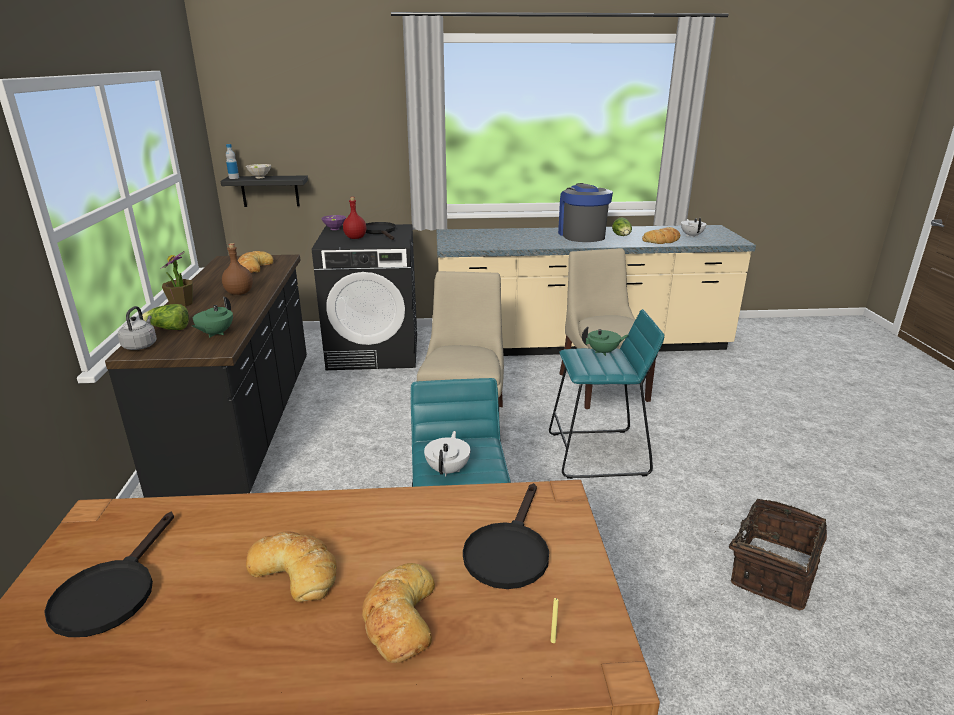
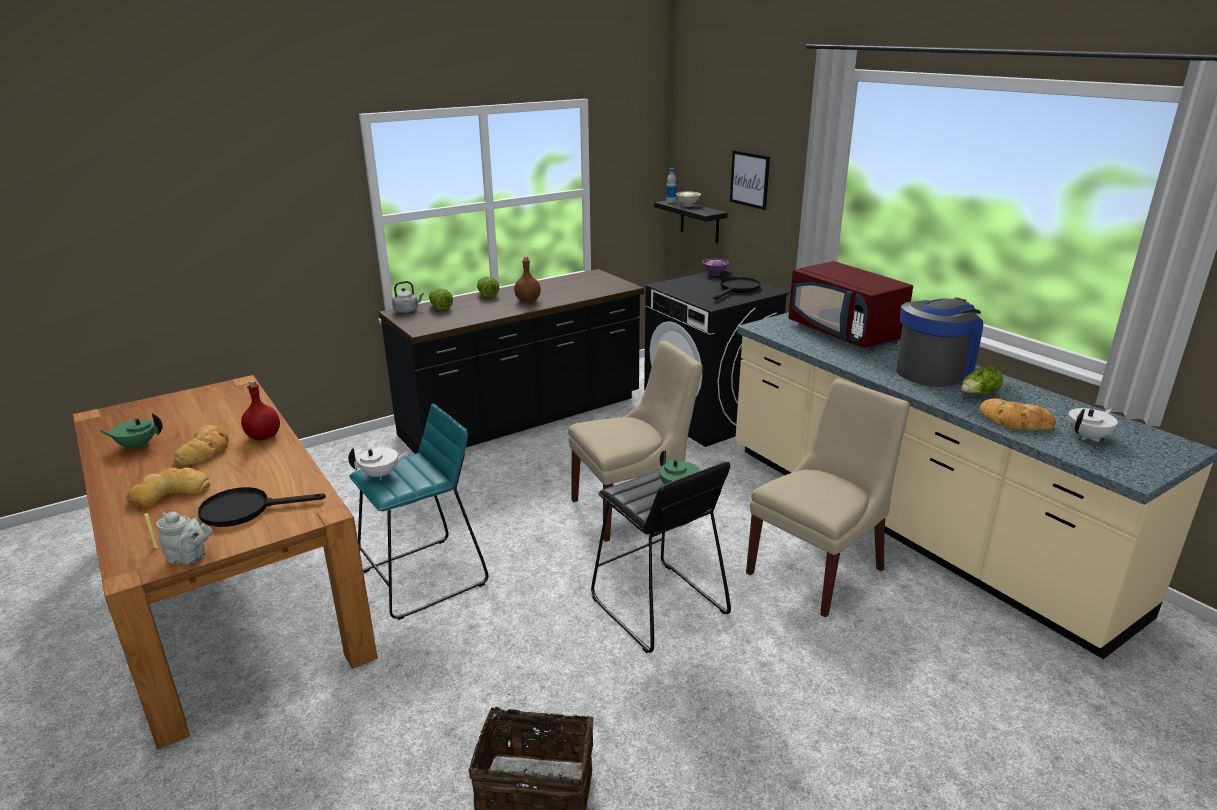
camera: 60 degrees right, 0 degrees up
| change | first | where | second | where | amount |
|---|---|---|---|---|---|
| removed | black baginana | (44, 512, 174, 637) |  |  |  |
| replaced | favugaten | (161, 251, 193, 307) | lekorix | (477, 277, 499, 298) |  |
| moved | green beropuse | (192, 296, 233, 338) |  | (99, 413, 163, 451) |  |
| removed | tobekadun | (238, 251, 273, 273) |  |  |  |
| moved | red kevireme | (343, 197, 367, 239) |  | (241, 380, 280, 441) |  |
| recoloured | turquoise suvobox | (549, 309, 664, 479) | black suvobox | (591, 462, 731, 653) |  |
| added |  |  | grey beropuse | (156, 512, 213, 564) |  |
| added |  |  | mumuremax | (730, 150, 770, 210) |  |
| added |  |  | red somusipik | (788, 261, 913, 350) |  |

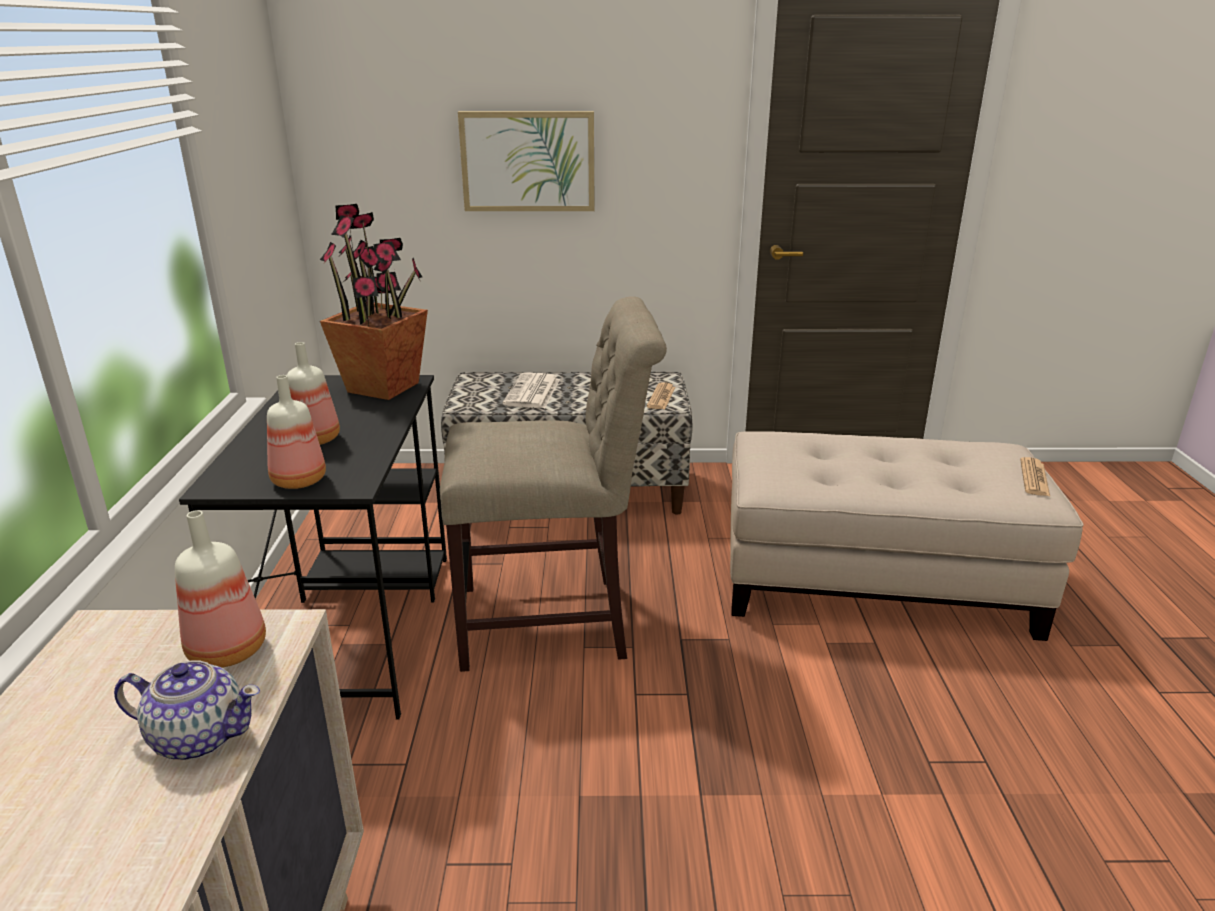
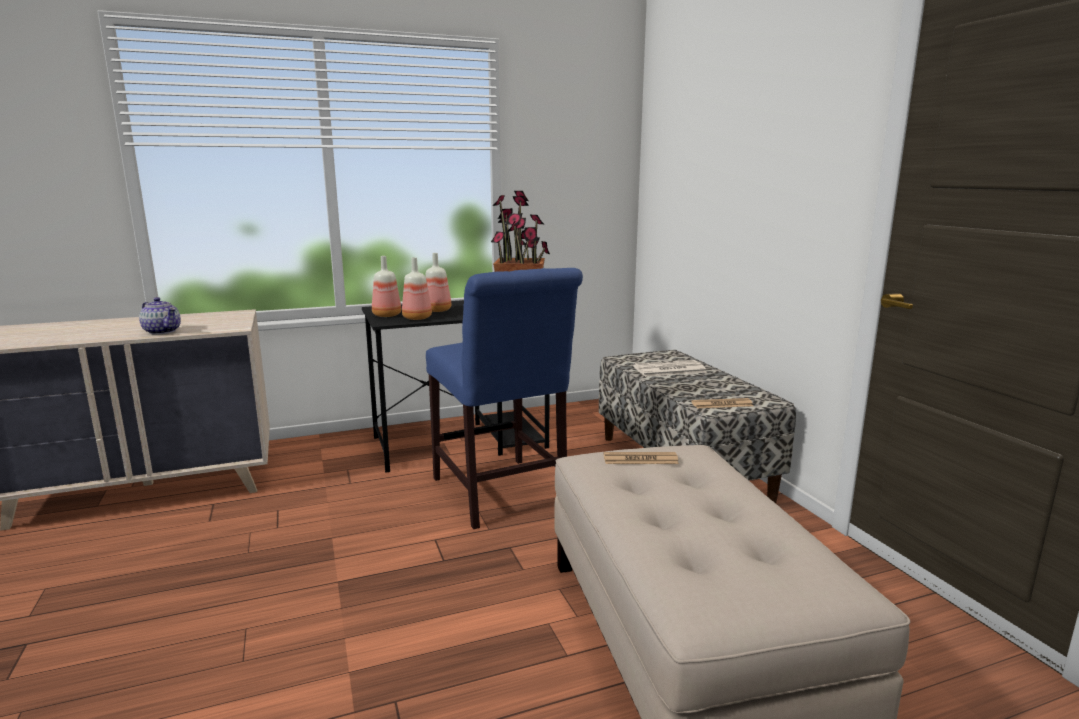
camera: 70 degrees right, 10 degrees down
| change | first | where | second | where | amount |
|---|---|---|---|---|---|
| turned | beropuse | (114, 661, 260, 760) |  | (139, 297, 181, 335) | 45 degrees counterclockwise |
| moved | kevireme | (175, 510, 266, 668) |  | (402, 257, 432, 320) |  |
| recoloured | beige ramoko | (440, 296, 667, 672) | blue ramoko | (426, 268, 583, 529) |  |
| removed | mumuremax | (458, 111, 595, 211) |  |  |  |
| moved | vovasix | (1020, 457, 1050, 496) |  | (604, 452, 679, 464) |  |

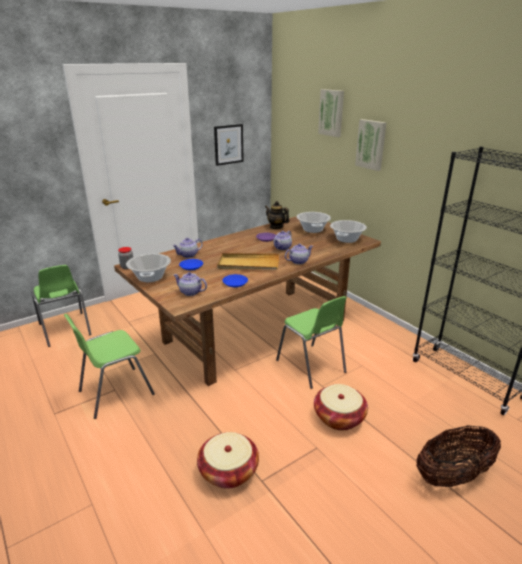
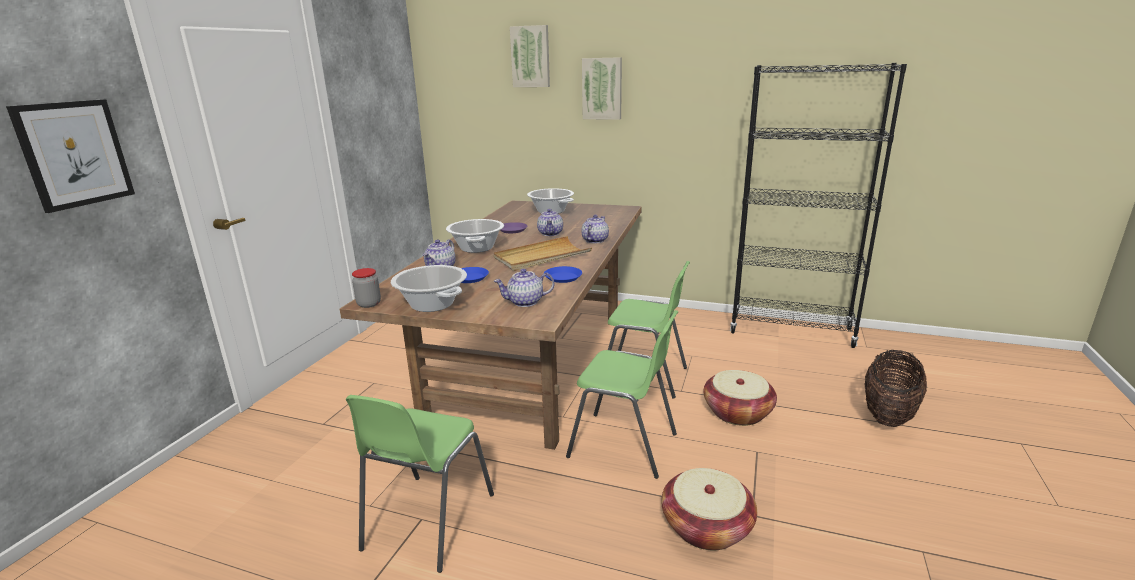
camera: 35 degrees left, 5 degrees down
| change | first | where | second | where | amount |
|---|---|---|---|---|---|
| moved | green ramoko | (31, 265, 92, 347) |  | (566, 310, 679, 479) |  |
| moved | mumuremax | (214, 124, 244, 166) |  | (6, 99, 135, 213) |  |
| removed | beropuse | (265, 201, 289, 229) |  |  |  |
| moved | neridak | (330, 220, 367, 243) |  | (446, 219, 504, 253) |  |

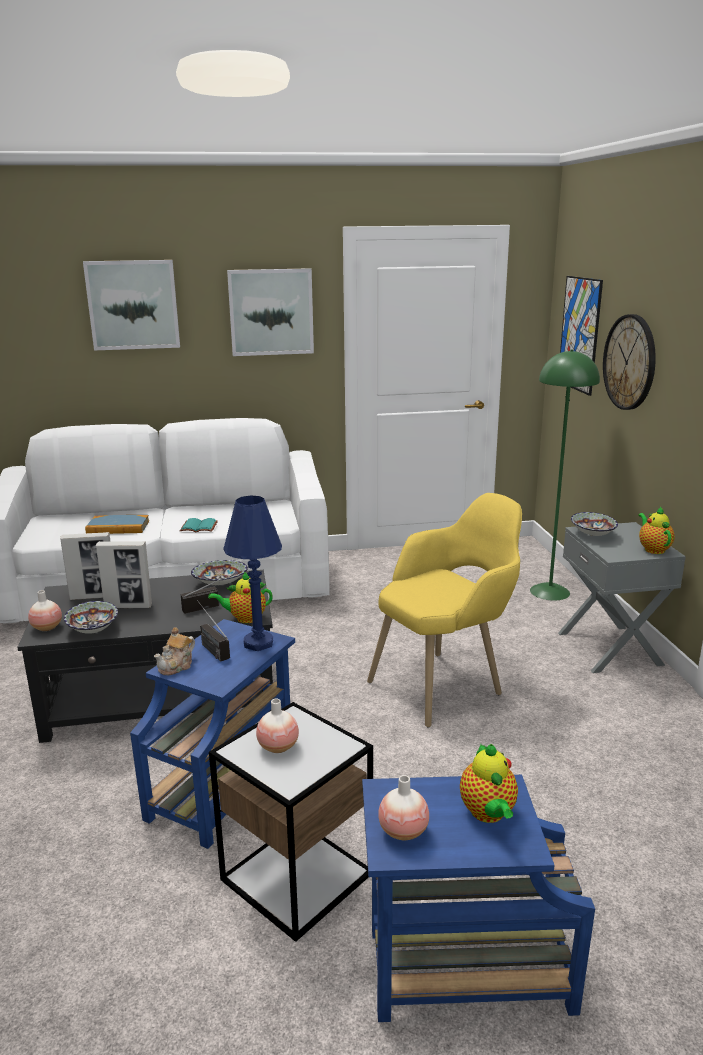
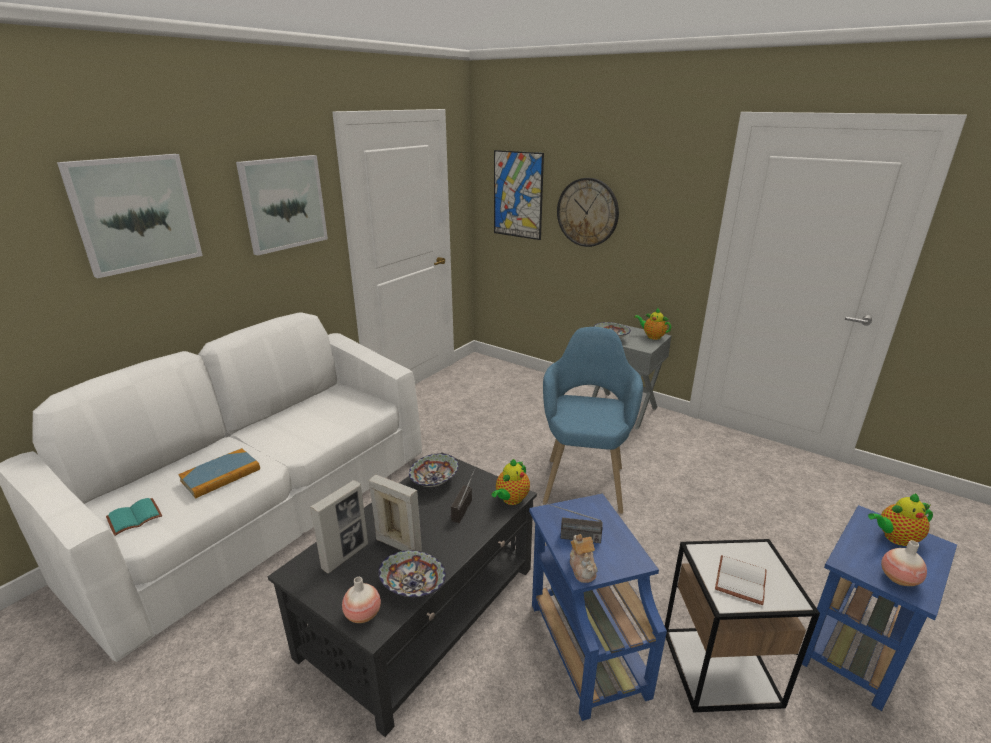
camera: 45 degrees left, 5 degrees up
| change | first | where | second | where | amount |
|---|---|---|---|---|---|
| turned | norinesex | (96, 541, 152, 608) |  | (369, 475, 422, 552) | 105 degrees counterclockwise |
| moved | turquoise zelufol | (180, 518, 218, 532) |  | (106, 498, 162, 536) |  |
| removed | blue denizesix | (223, 496, 282, 651) |  |  |  |
| replaced | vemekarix | (256, 699, 299, 753) | white zelufol | (715, 555, 766, 605) |  |
| recoloured | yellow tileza | (367, 493, 522, 728) | blue tileza | (543, 327, 643, 514) |  |
| turned | beropuse | (460, 743, 518, 823) |  | (868, 493, 933, 546) | 135 degrees clockwise |
| removed | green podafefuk | (530, 350, 600, 601) |  |  |  |

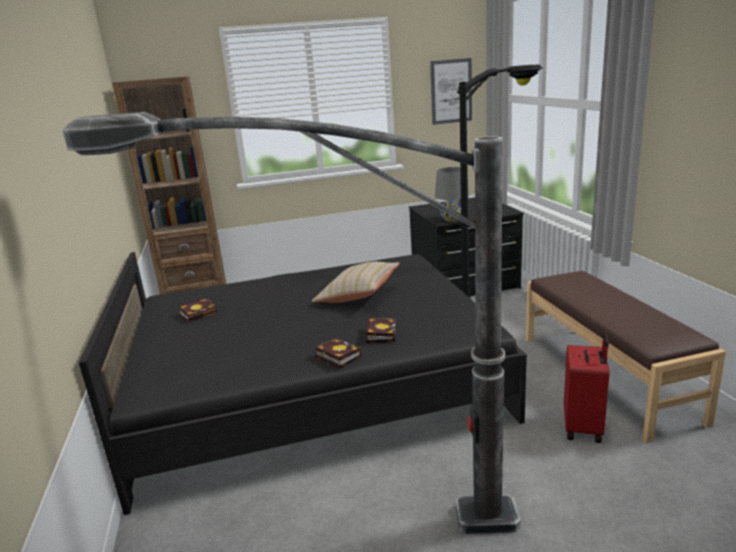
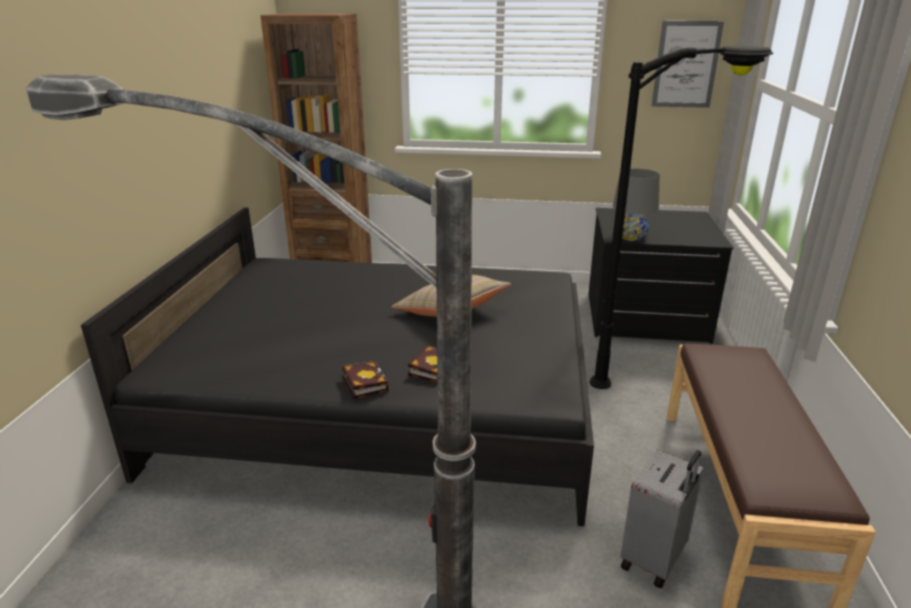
camera: 20 degrees right, 5 degrees up
| change | first | where | second | where | amount |
|---|---|---|---|---|---|
| removed | zelufol | (179, 298, 217, 322) |  |  |  |
| recoloured | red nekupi | (564, 333, 610, 443) | grey nekupi | (620, 449, 704, 589) |  |

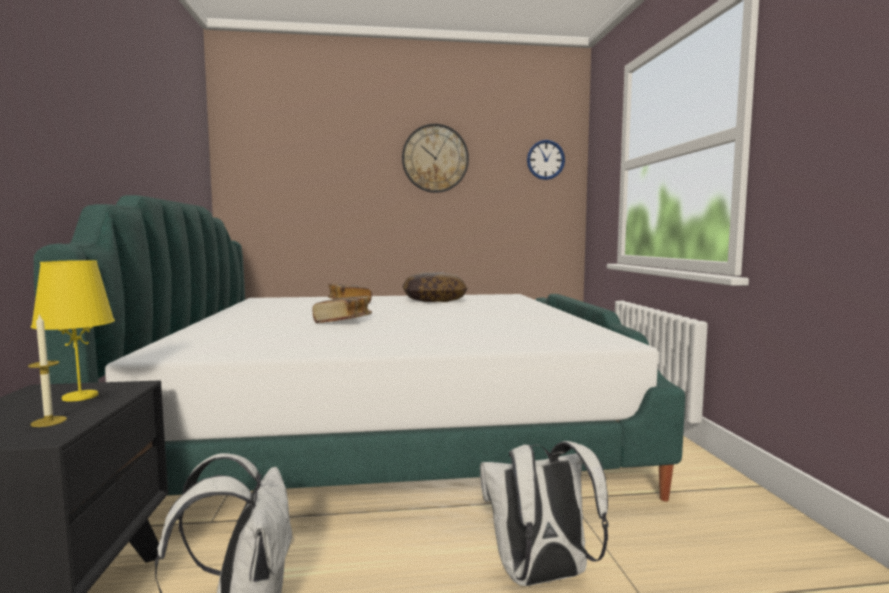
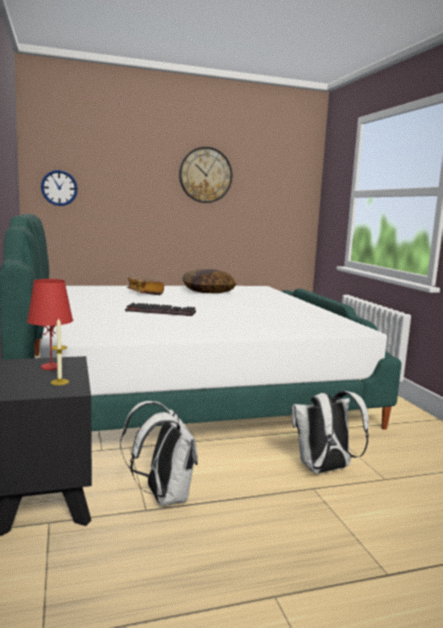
camera: 10 degrees left, 5 degrees up
| change | first | where | second | where | amount |
|---|---|---|---|---|---|
| recoloured | yellow denizesix | (31, 260, 115, 402) | red denizesix | (27, 279, 73, 370) |  |
| replaced | zelufol | (312, 296, 372, 323) | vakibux | (125, 303, 196, 316) |  |
| moved | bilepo | (527, 140, 565, 180) |  | (41, 170, 78, 206) |  |

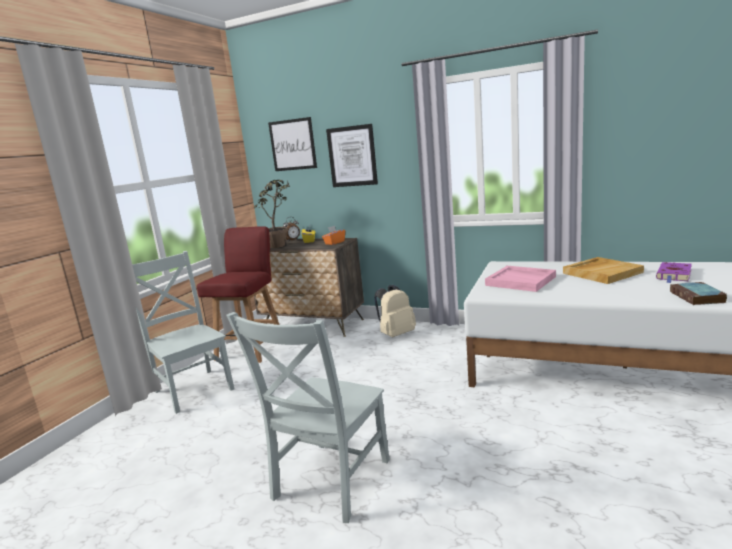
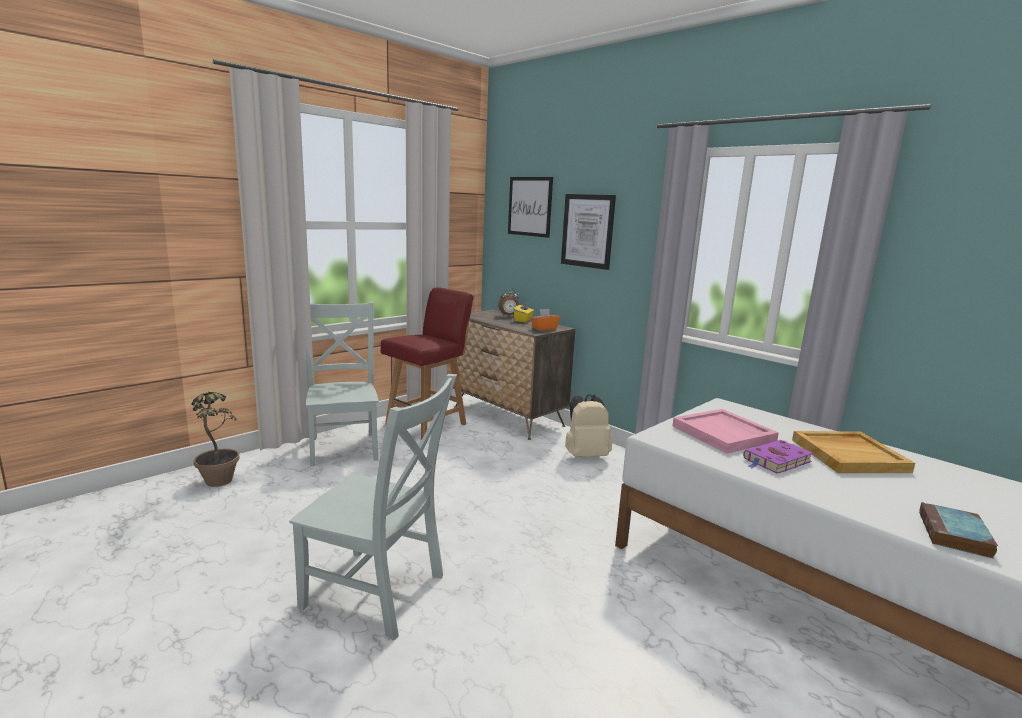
camera: 20 degrees right, 0 degrees up
| change | first | where | second | where | amount |
|---|---|---|---|---|---|
| turned | grey ramoko | (226, 312, 390, 523) |  | (289, 374, 457, 641) | 120 degrees counterclockwise |
| moved | favugaten | (254, 180, 290, 248) |  | (191, 392, 240, 487) |  |
| moved | purple zelufol | (656, 262, 692, 283) |  | (743, 440, 814, 474) |  |

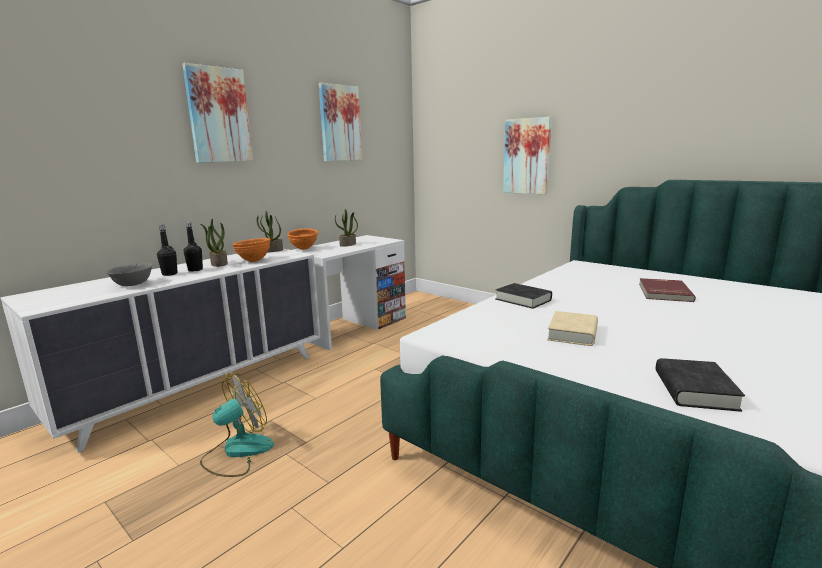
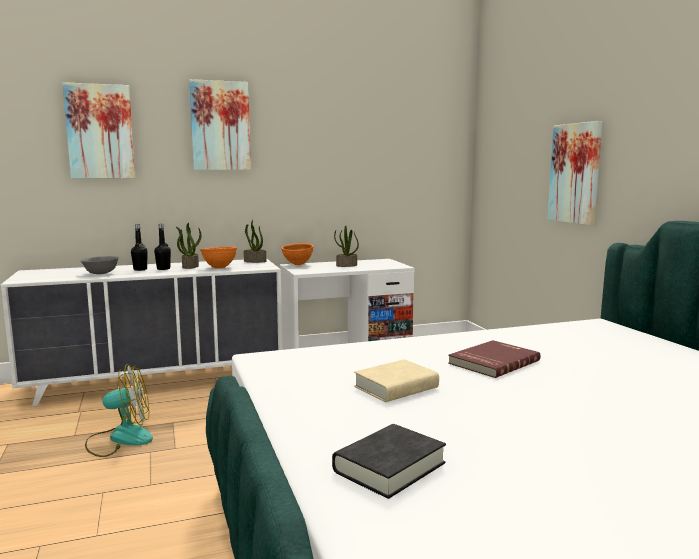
camera: 30 degrees right, 5 degrees down
| change | first | where | second | where | amount |
|---|---|---|---|---|---|
| moved | mumuremax | (319, 83, 362, 161) |  | (63, 82, 135, 179) |  |
| removed | black zelufol | (495, 283, 552, 309) |  |  |  |
| moved | red zelufol | (639, 278, 696, 302) |  | (448, 340, 541, 378) |  |

